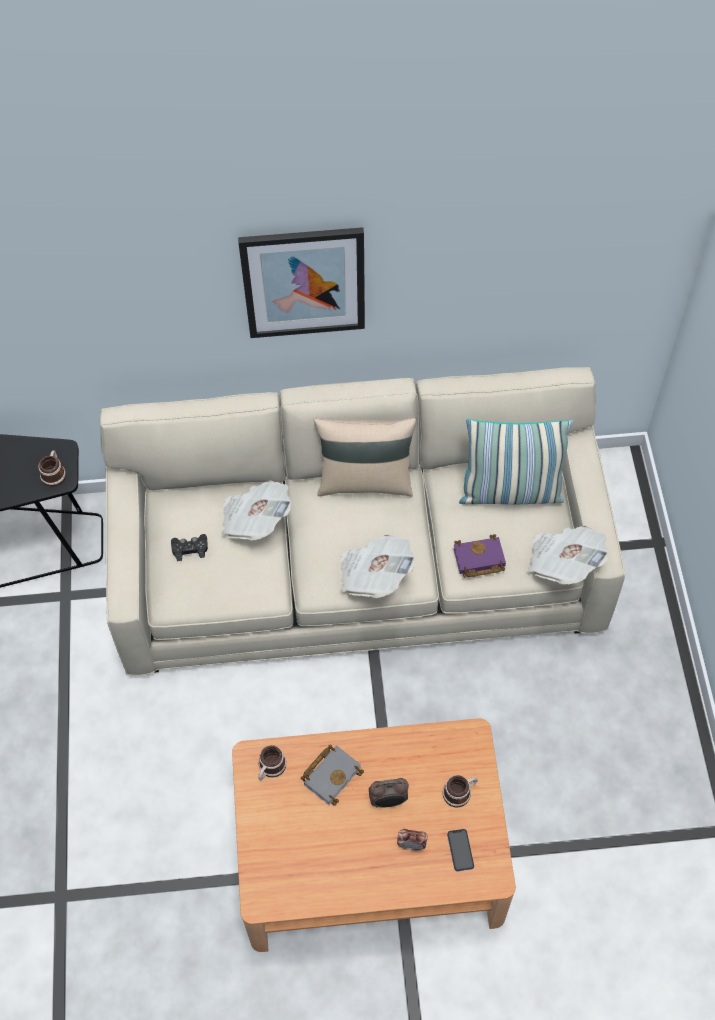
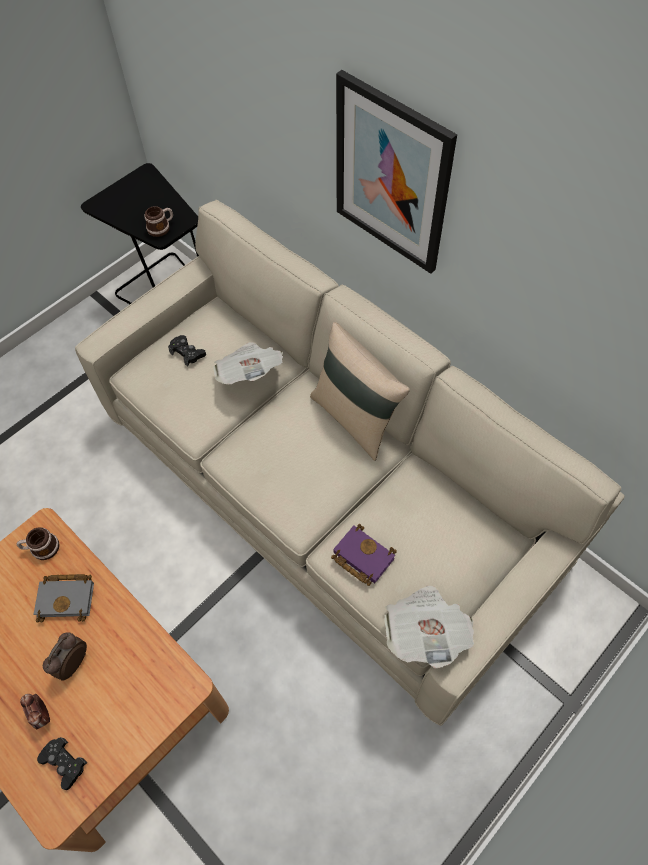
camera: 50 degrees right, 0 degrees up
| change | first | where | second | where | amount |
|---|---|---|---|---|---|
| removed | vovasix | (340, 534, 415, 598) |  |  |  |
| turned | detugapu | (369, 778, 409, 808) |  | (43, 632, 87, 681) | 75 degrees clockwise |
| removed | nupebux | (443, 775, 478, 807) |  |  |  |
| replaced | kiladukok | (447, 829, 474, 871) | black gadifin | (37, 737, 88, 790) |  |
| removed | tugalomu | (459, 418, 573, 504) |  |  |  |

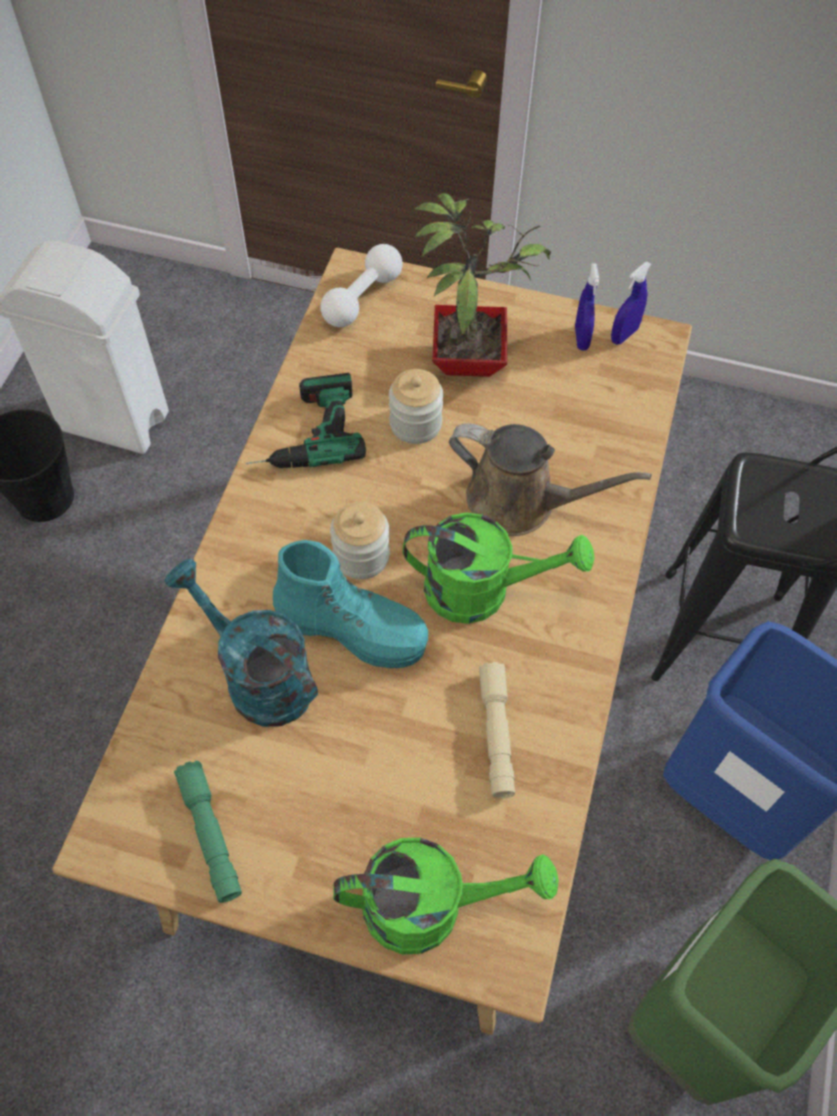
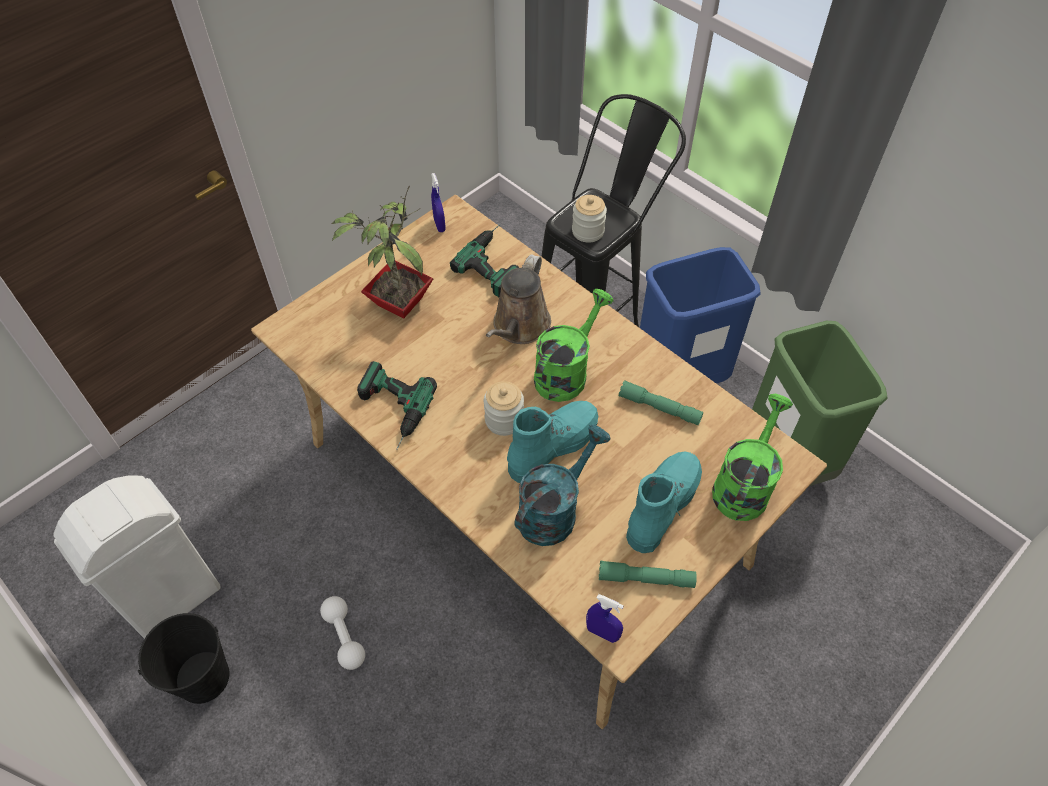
camera: 60 degrees left, 5 degrees down
| change | first | where | second | where | amount |
|---|---|---|---|---|---|
| turned | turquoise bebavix | (165, 559, 318, 727) |  | (514, 425, 611, 546) | 150 degrees clockwise |
| moved | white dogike | (320, 244, 403, 327) |  | (320, 596, 365, 670) |  |
| moved | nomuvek | (389, 369, 444, 444) |  | (572, 195, 607, 242) |  |
| turned | brown bebavix | (449, 423, 652, 536) |  | (486, 254, 551, 344) | 150 degrees clockwise |
| recoloured | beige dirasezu | (479, 662, 515, 798) | green dirasezu | (619, 381, 703, 425) |  |
| moved | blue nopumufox | (575, 263, 599, 351) |  | (586, 594, 624, 643) |  |
| added |  |  | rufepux | (450, 224, 519, 297) |  |
| added |  |  | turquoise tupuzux | (626, 451, 702, 553) |  |

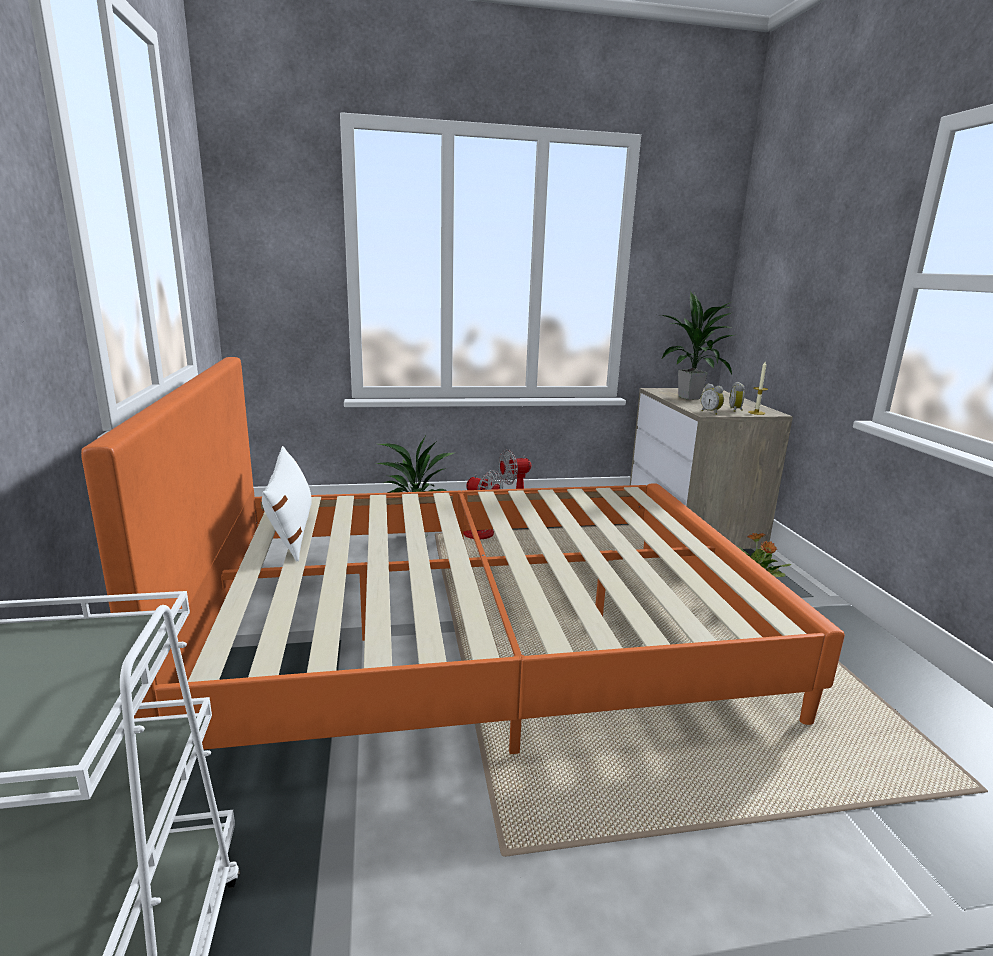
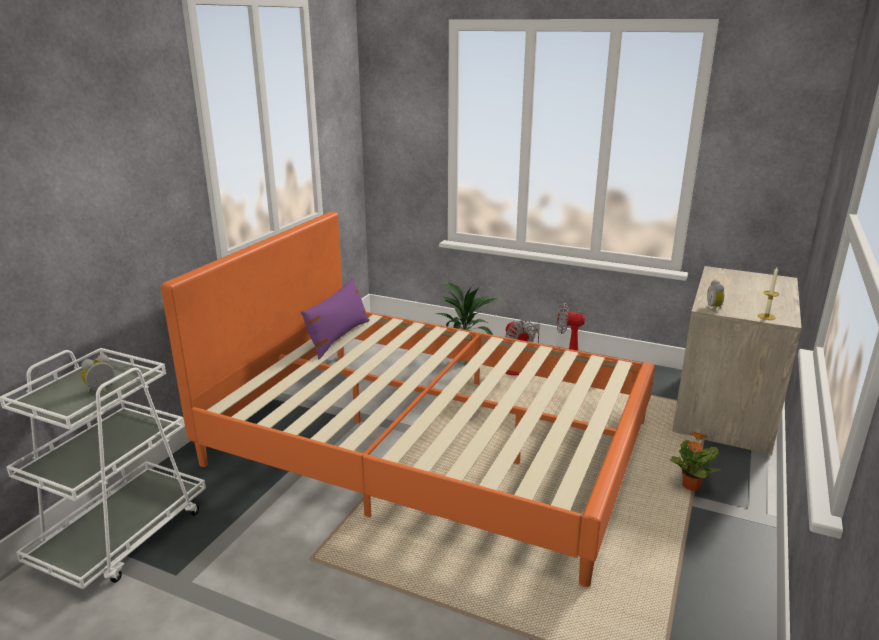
camera: 35 degrees right, 5 degrees up
| change | first | where | second | where | amount |
|---|---|---|---|---|---|
| recoloured | white tugalomu | (262, 446, 312, 562) | purple tugalomu | (301, 278, 370, 359) |  |
| removed | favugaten | (660, 292, 734, 400) |  |  |  |
| moved | detugapu | (729, 382, 744, 412) |  | (81, 354, 115, 393) |  |

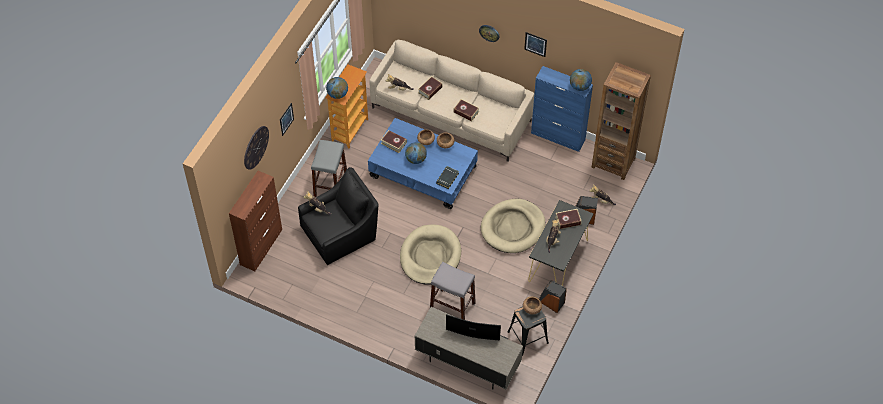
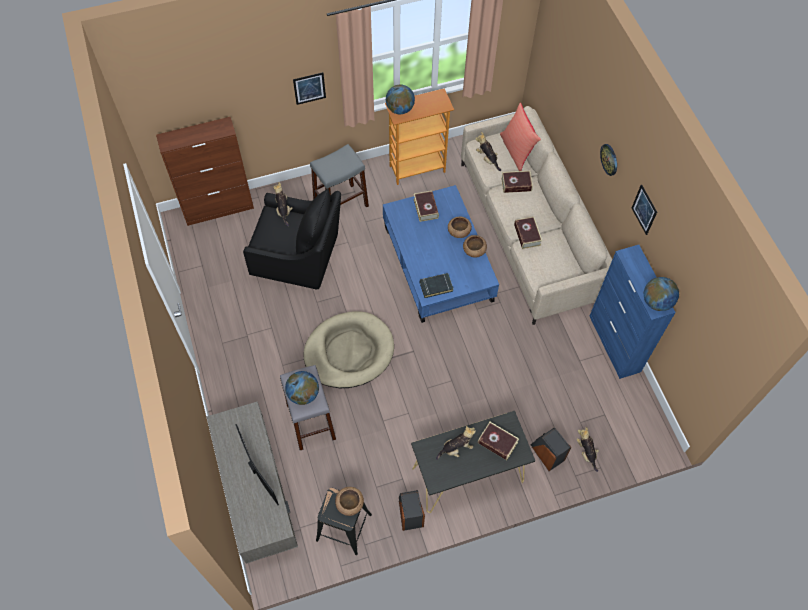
camera: 45 degrees right, 5 degrees up
| change | first | where | second | where | amount |
|---|---|---|---|---|---|
| removed | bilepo | (244, 126, 269, 170) |  |  |  |
| moved | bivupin | (405, 142, 427, 164) |  | (285, 371, 319, 405) |  |
| removed | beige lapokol | (481, 199, 545, 253) |  |  |  |
| removed | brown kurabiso | (591, 62, 651, 180) |  |  |  |
| added |  |  | red tugalomu | (500, 103, 541, 171) |  |

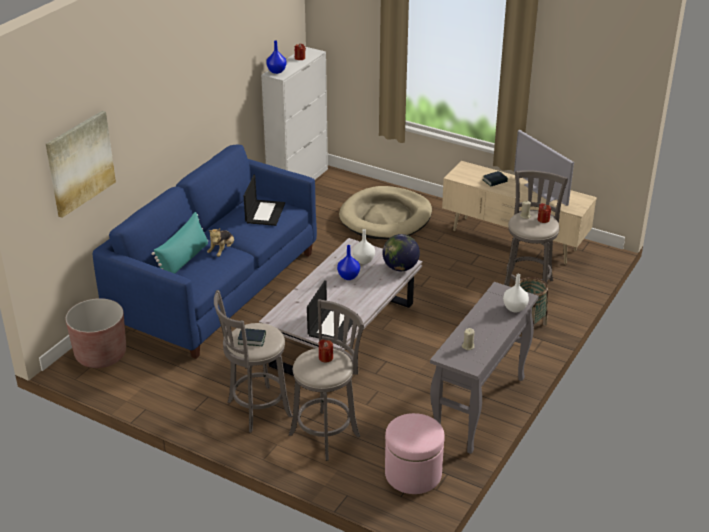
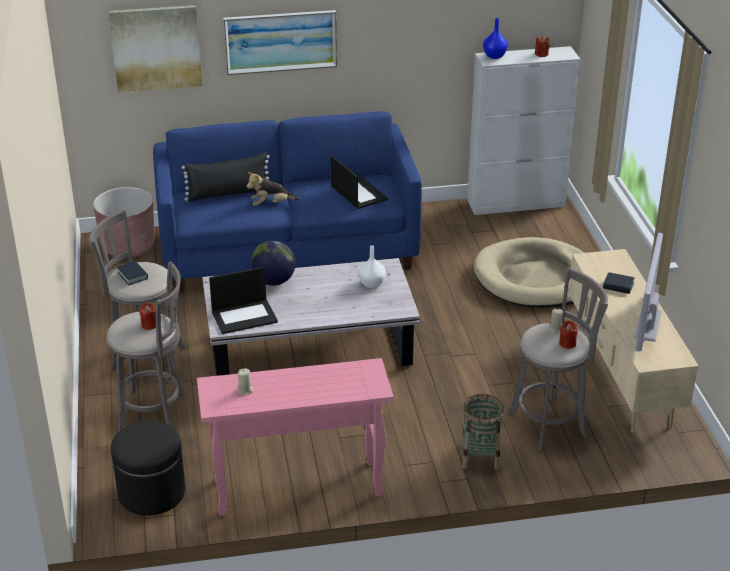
camera: 50 degrees right, 0 degrees up
| change | first | where | second | where | amount |
|---|---|---|---|---|---|
| recoloured | turquoise tugalomu | (152, 212, 208, 274) | black tugalomu | (182, 152, 270, 202) |  |
| turned | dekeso | (244, 175, 285, 226) |  | (331, 155, 388, 209) | 90 degrees counterclockwise |
| removed | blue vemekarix | (337, 245, 360, 280) |  |  |  |
| moved | bivupin | (383, 234, 420, 271) |  | (250, 240, 296, 286) |  |
| recoloured | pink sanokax | (385, 413, 445, 494) | black sanokax | (111, 421, 185, 516) |  |
| recoloured | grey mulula | (430, 282, 539, 454) | pink mulula | (197, 358, 394, 516) |  |
| removed | white vemekarix | (503, 274, 529, 312) |  |  |  |
| added |  |  | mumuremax | (223, 10, 337, 75) |  |

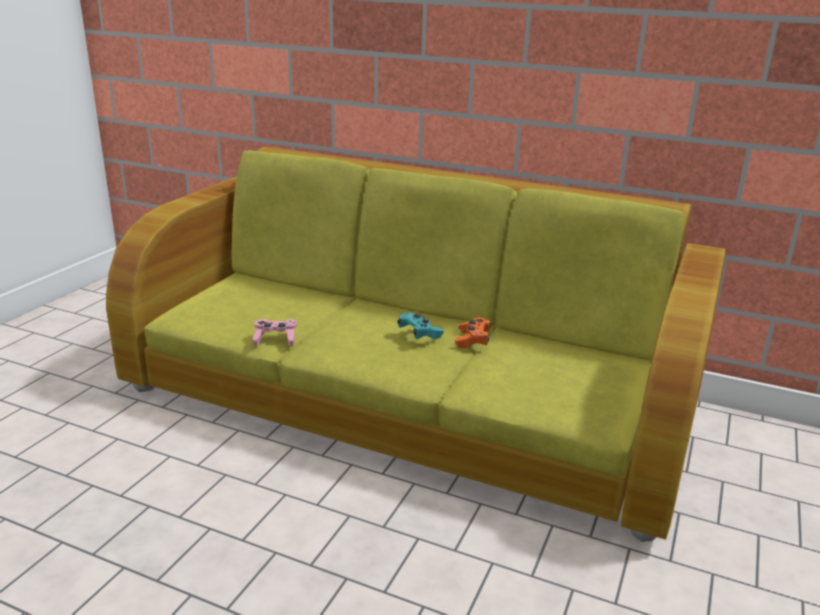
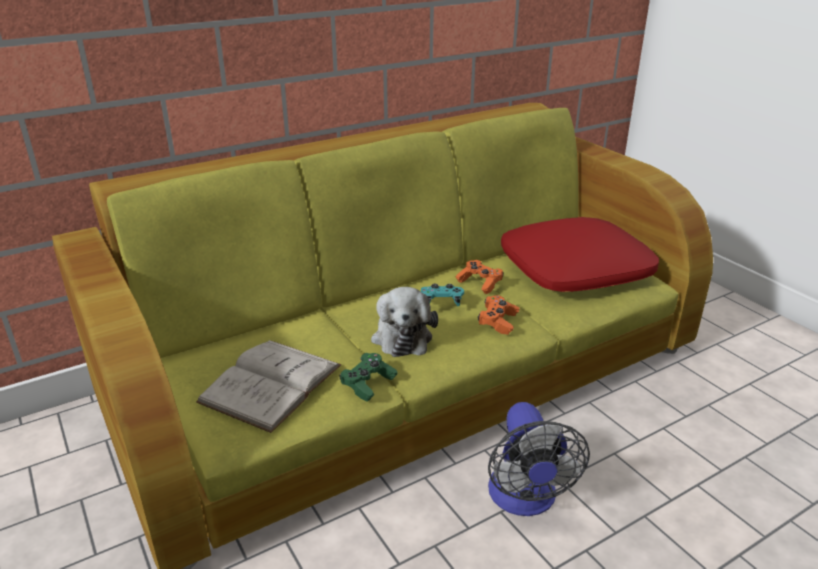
camera: 55 degrees left, 5 degrees up
| change | first | where | second | where | amount |
|---|---|---|---|---|---|
| recoloured | pink gadifin | (252, 319, 297, 346) | green gadifin | (339, 353, 398, 402) |  |
| added |  |  | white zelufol | (196, 340, 341, 433) |  |
| added |  |  | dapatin | (371, 287, 438, 357) |  |
| added |  |  | orange gadifin | (478, 295, 519, 335) |  |
| added |  |  | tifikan | (488, 402, 590, 516) |  |
| added |  |  | red tugalomu | (501, 217, 659, 292) |  |

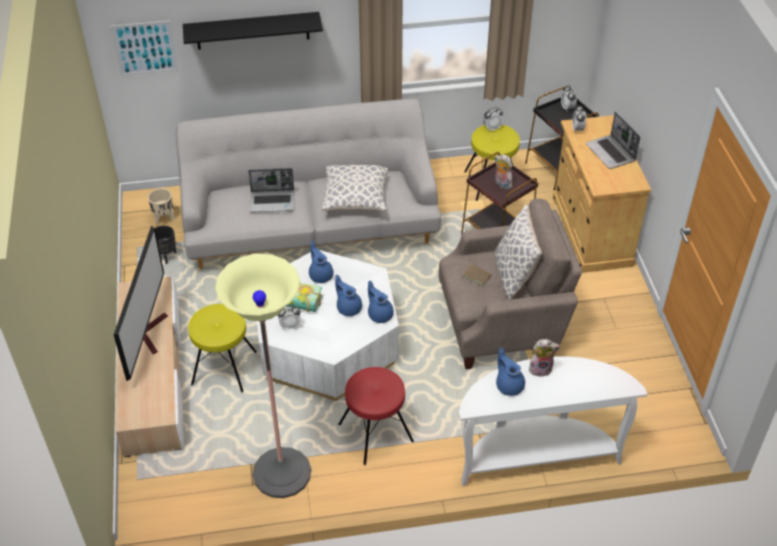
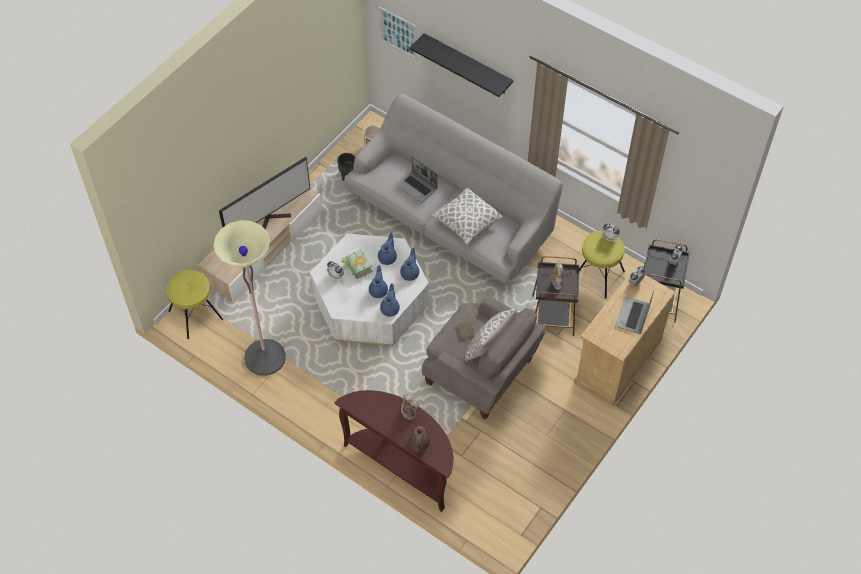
camera: 45 degrees right, 10 degrees up
| change | first | where | second | where | amount |
|---|---|---|---|---|---|
| moved | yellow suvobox | (188, 304, 257, 392) |  | (167, 270, 223, 339) |  |
| removed | red suvobox | (338, 367, 414, 465) |  |  |  |
| recoloured | white mulula | (459, 356, 648, 486) | brown mulula | (335, 390, 454, 512) |  |
| moved | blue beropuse | (496, 348, 525, 396) |  | (400, 248, 419, 281) |  |
| added |  |  | brown beropuse | (409, 426, 430, 452) |  |

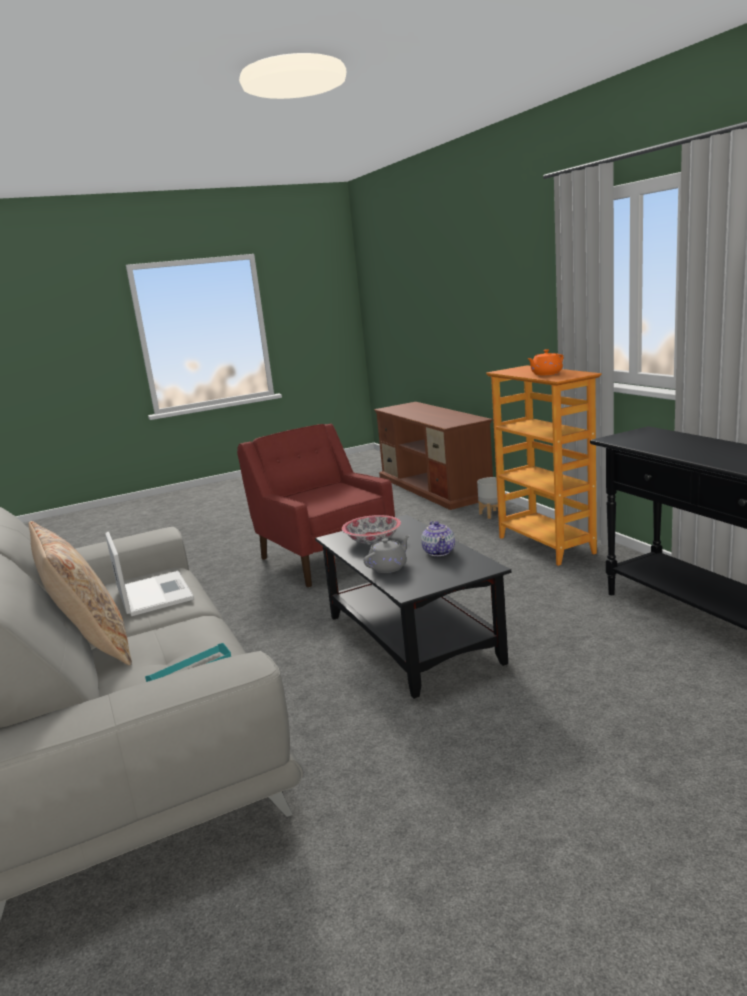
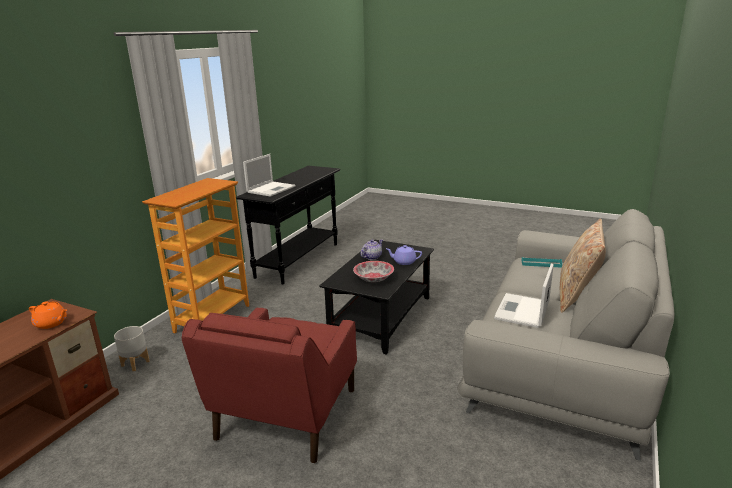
camera: 130 degrees left, 5 degrees up
| change | first | where | second | where | amount |
|---|---|---|---|---|---|
| recoloured | grey beropuse | (363, 535, 410, 573) | purple beropuse | (386, 245, 422, 265) |  |
| moved | orange beropuse | (528, 349, 563, 375) |  | (29, 301, 67, 329) |  |
| added |  |  | dekeso | (243, 154, 295, 197) |  |

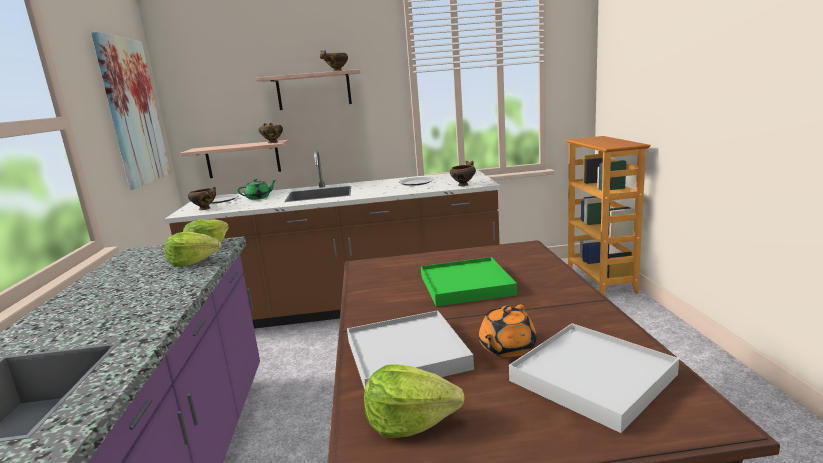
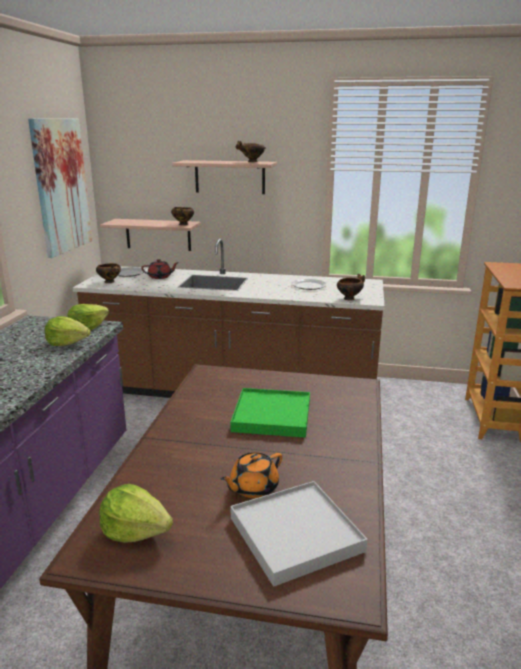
camera: 15 degrees right, 5 degrees up
| change | first | where | second | where | amount |
|---|---|---|---|---|---|
| recoloured | green beropuse | (237, 179, 276, 200) | red beropuse | (141, 259, 179, 279) |  |
| removed | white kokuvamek | (347, 310, 474, 389) |  |  |  |

